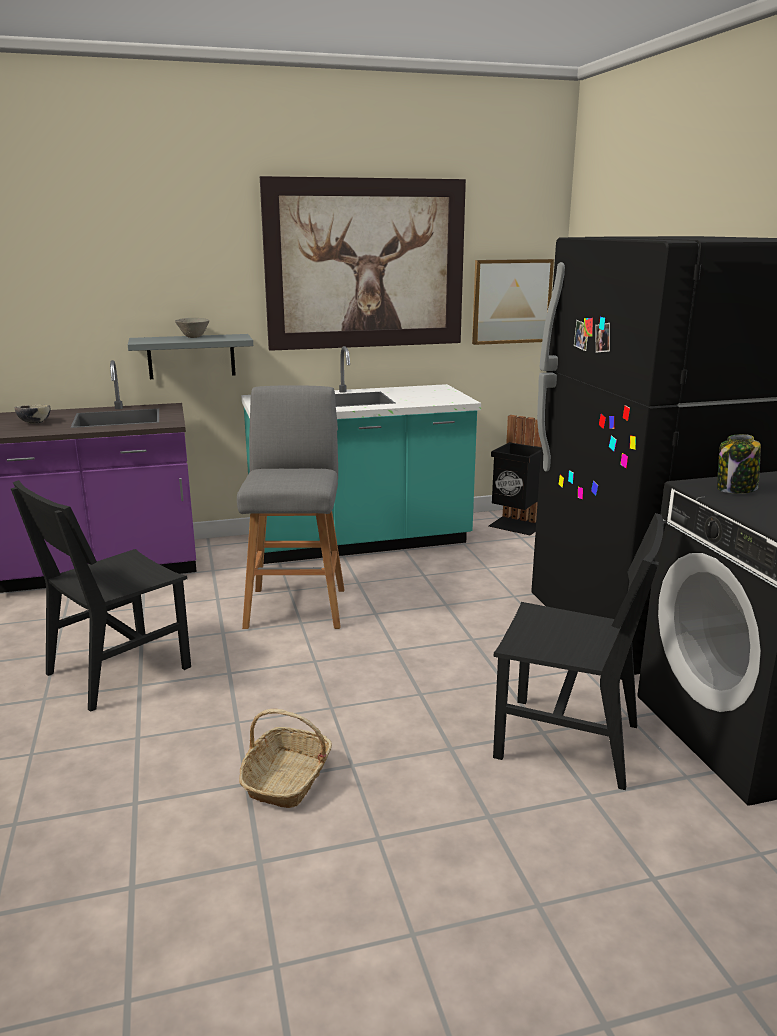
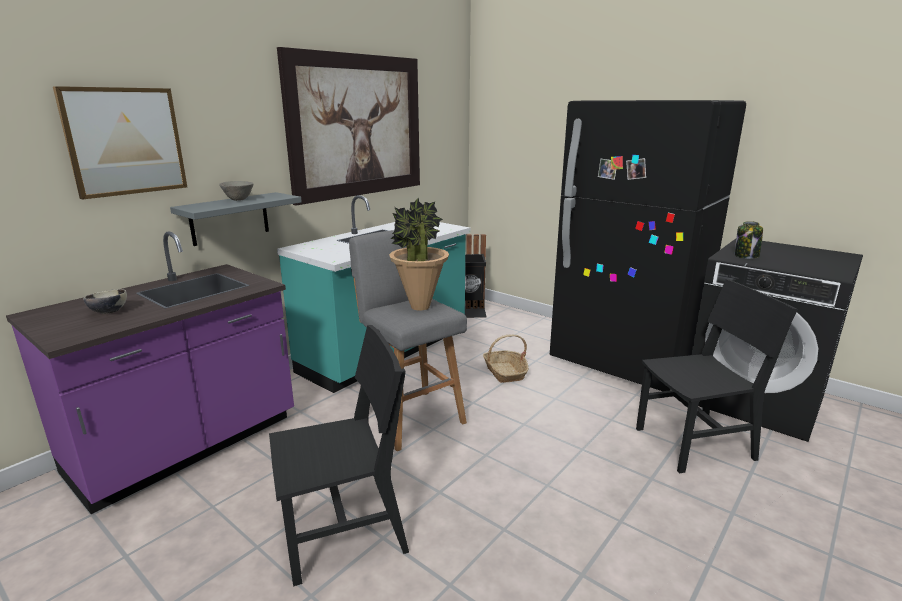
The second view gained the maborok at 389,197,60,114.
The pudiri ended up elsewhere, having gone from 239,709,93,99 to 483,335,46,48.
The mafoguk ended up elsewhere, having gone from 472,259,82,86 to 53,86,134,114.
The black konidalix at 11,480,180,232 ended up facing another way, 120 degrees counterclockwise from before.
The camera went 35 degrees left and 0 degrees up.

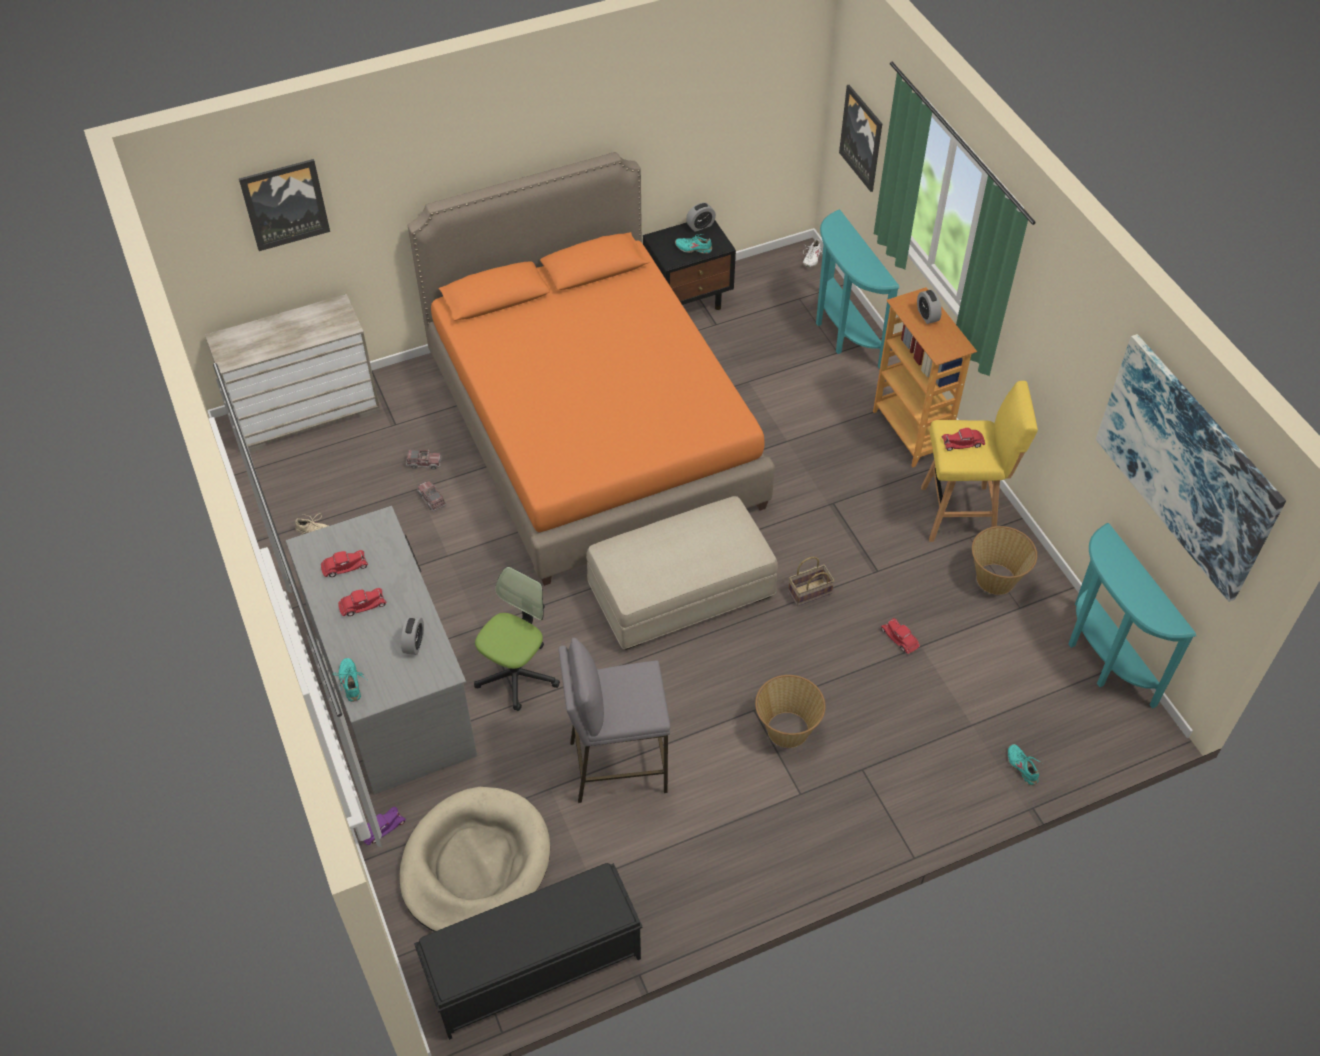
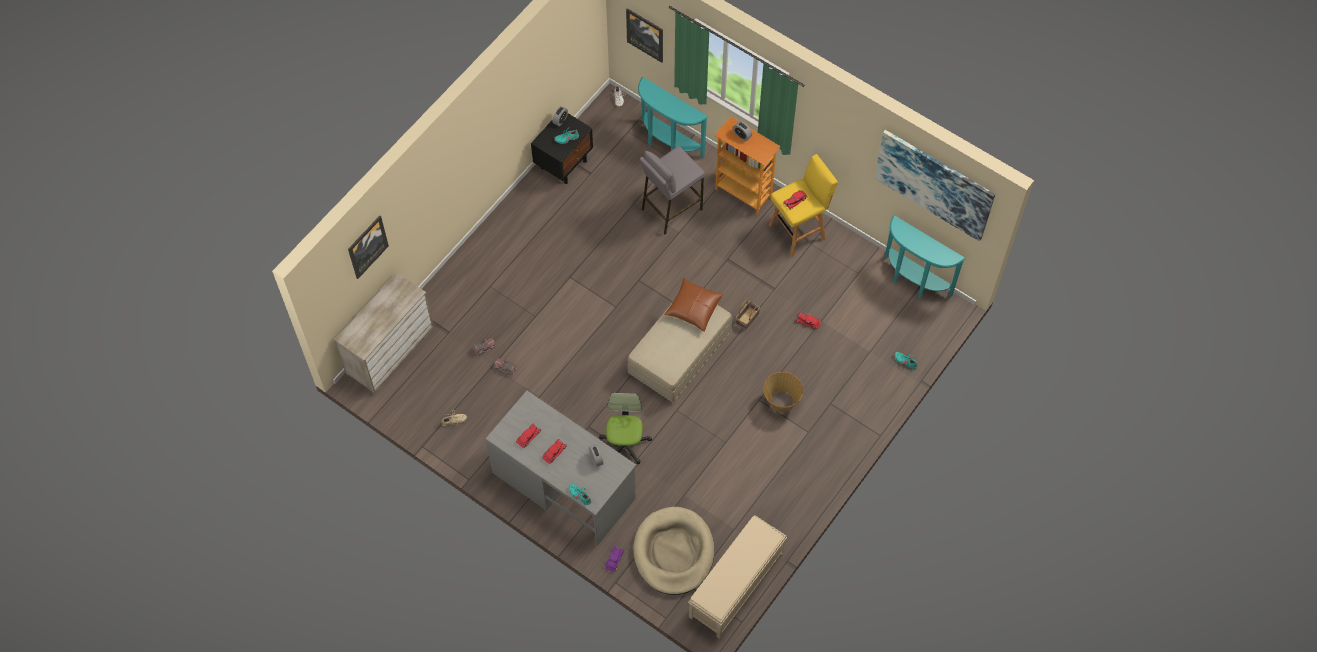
The second view lost the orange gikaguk at 408,152,367,434.
The second view lost the pudiri at 972,526,65,69.
The second view gained the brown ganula at 664,278,60,54.
The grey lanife ended up elsewhere, having gone from 558,638,112,165 to 640,146,65,89.
What was the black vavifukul at 414,863,229,177 turned into the beige vavifukul at 688,515,99,124.
The camera went 30 degrees left and 10 degrees up.

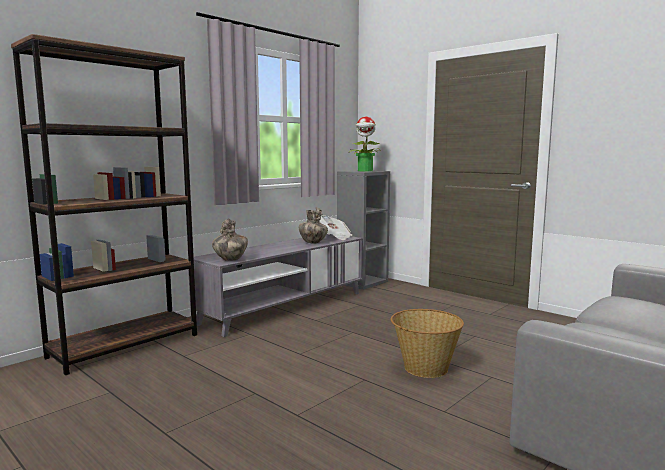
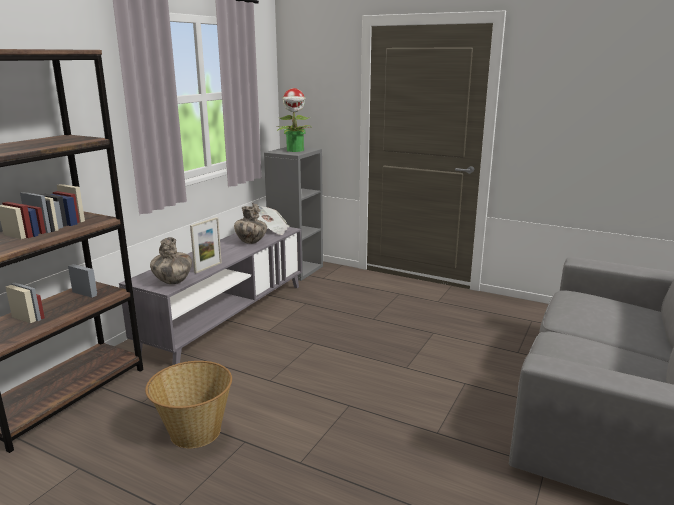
The second view gained the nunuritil at 190,217,32,56.
The pudiri ended up elsewhere, having gone from 391,309,73,69 to 145,361,87,87.
The camera went 15 degrees left and 10 degrees up.

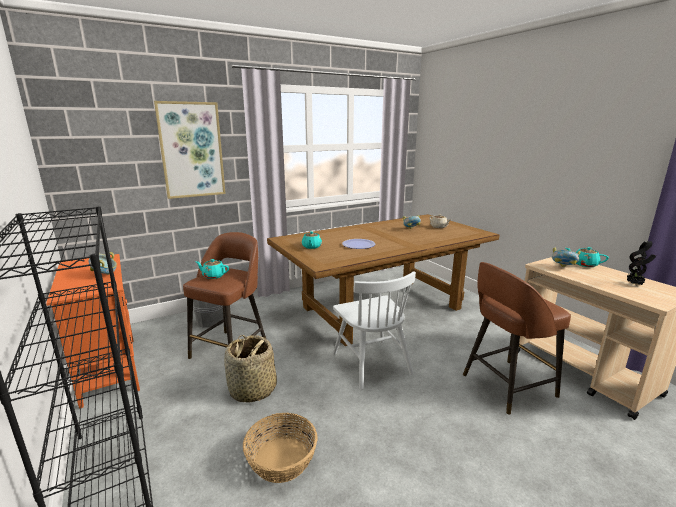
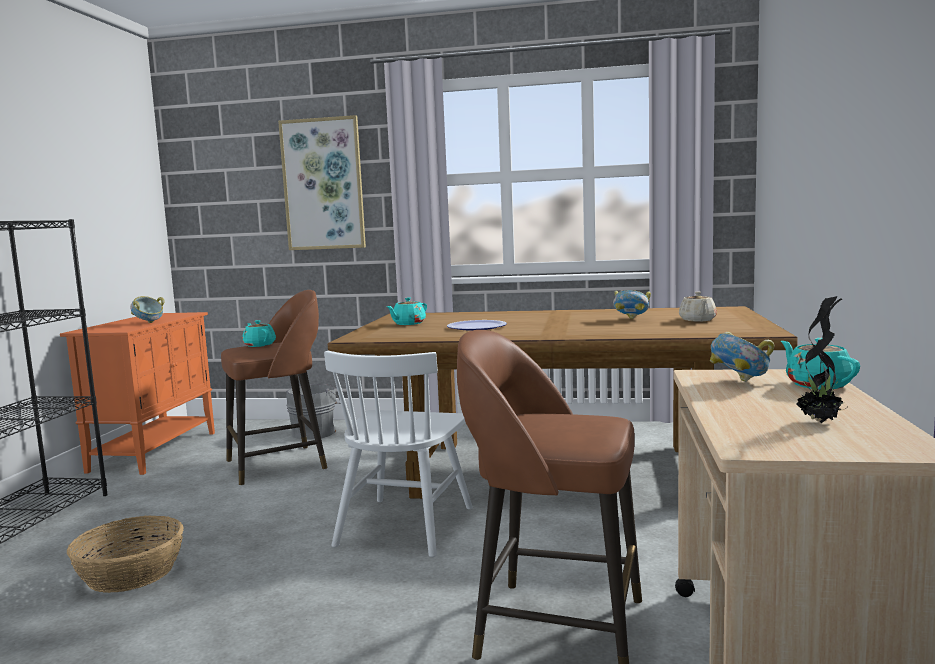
The second view lost the pudiri at 224,335,53,68.
The camera went 40 degrees right and 10 degrees down.

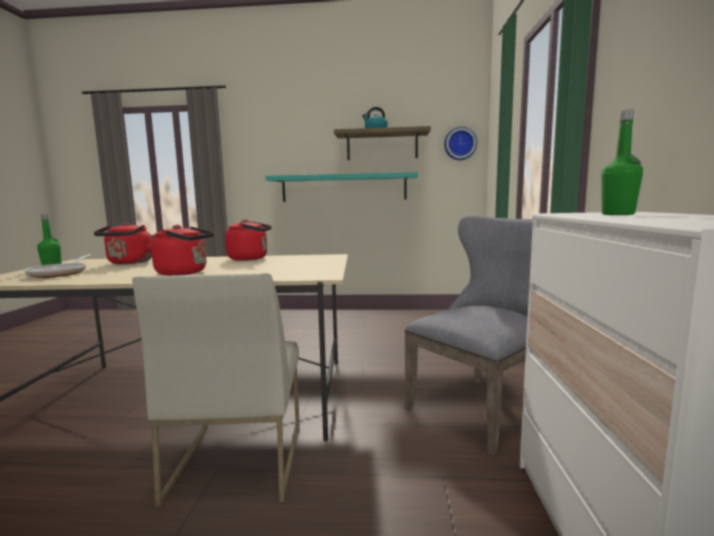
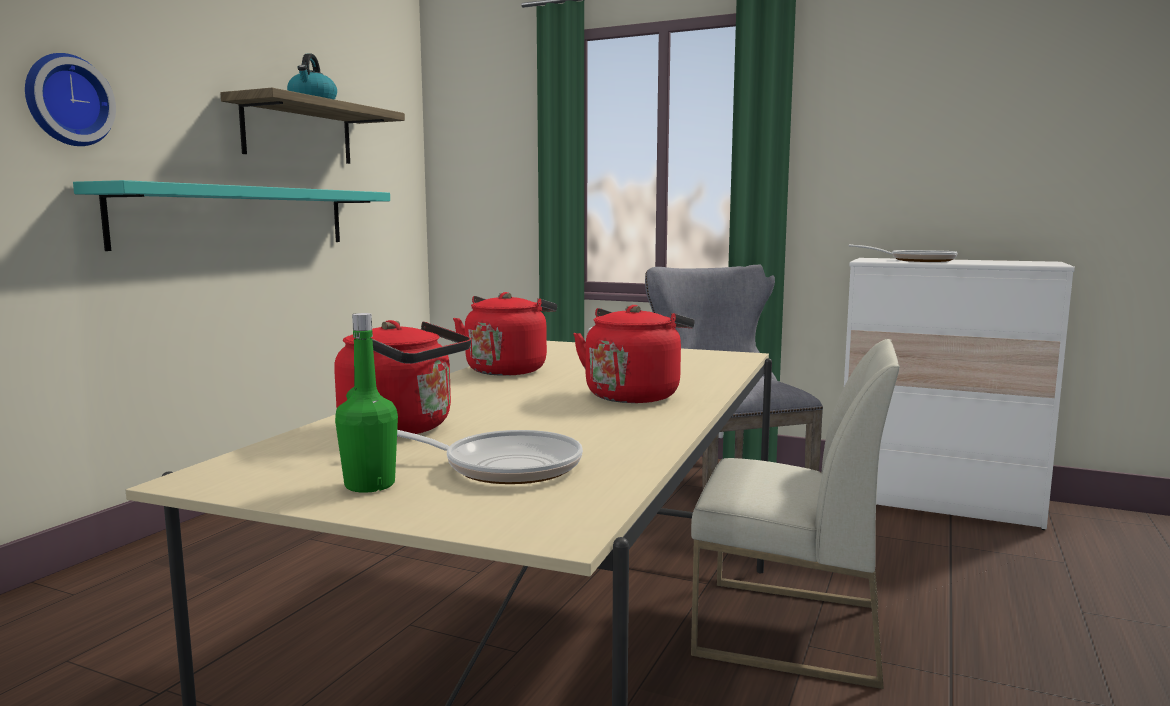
The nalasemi ended up elsewhere, having gone from 444,127,33,33 to 25,53,91,93.
Where the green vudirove stood at 601,110,42,105, the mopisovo came to stand at 848,244,110,18.
The camera went 70 degrees left and 0 degrees up.

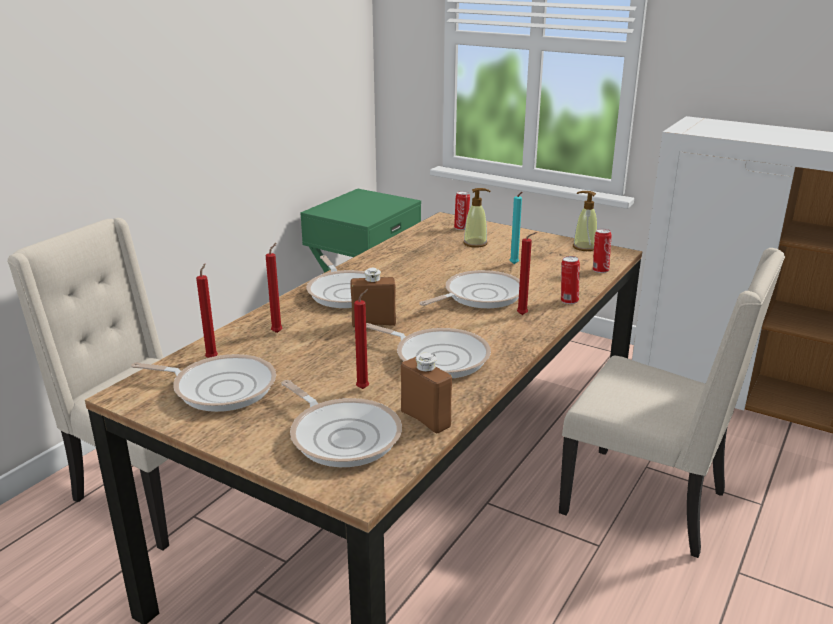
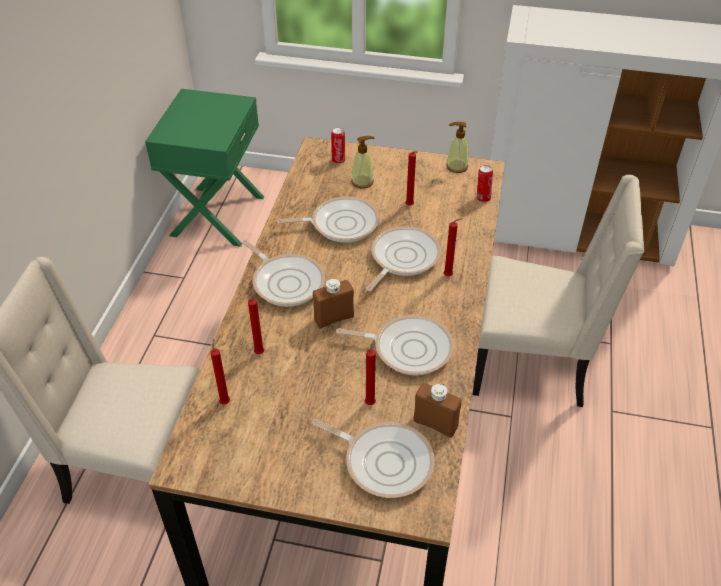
The second view lost the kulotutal at 561,256,19,48.
The mopisovo ended up elsewhere, having gone from 131,354,145,58 to 277,196,102,47.
What was the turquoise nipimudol at 510,192,12,72 turned into the red nipimudol at 406,151,11,55.
The camera went 20 degrees left and 20 degrees up.

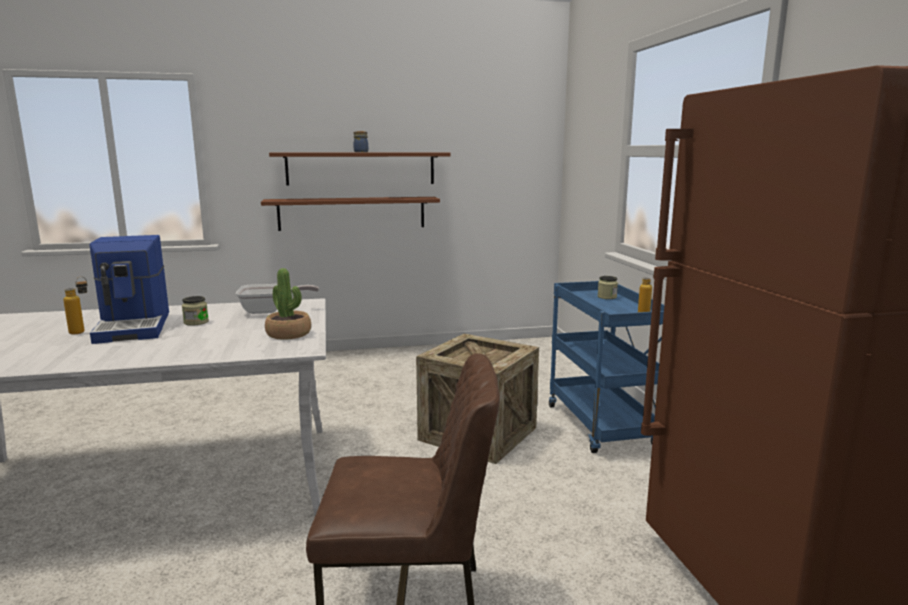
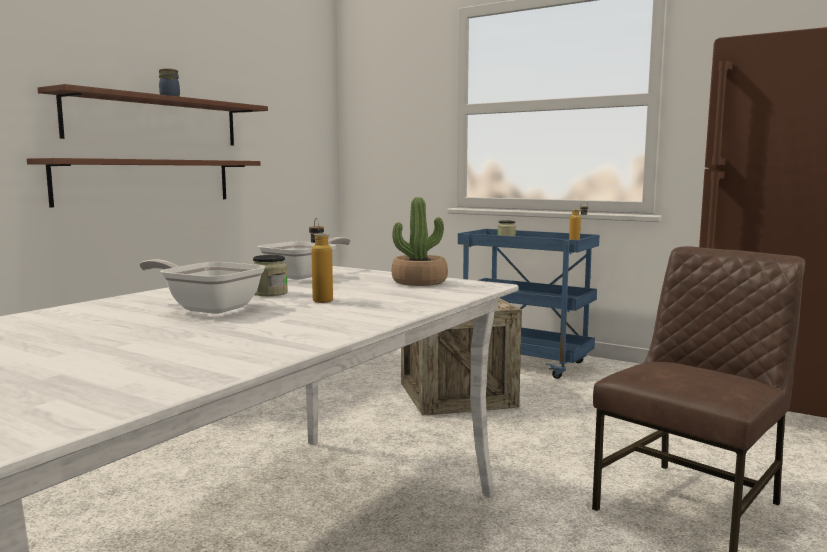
The vudirove ended up elsewhere, having gone from 63,276,24,58 to 309,218,24,85.
Where the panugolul stood at 90,235,79,109, the mopisovo came to stand at 139,259,126,55.
The camera went 45 degrees left and 5 degrees down.

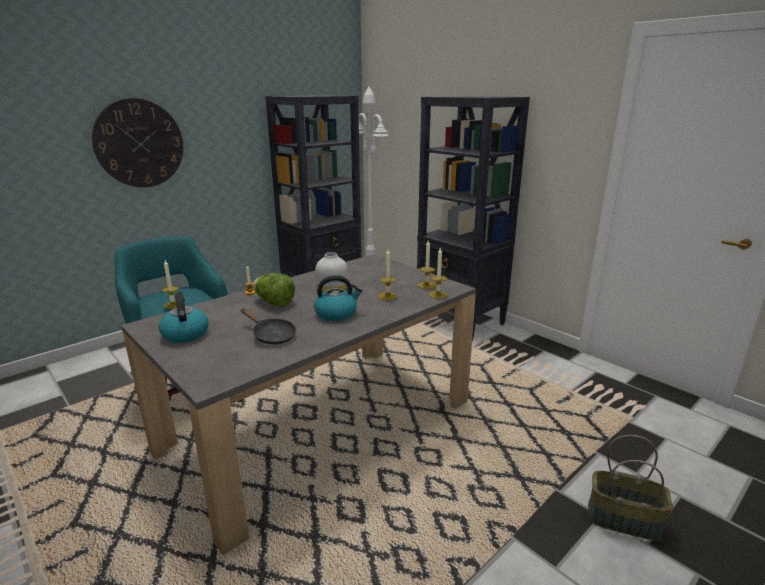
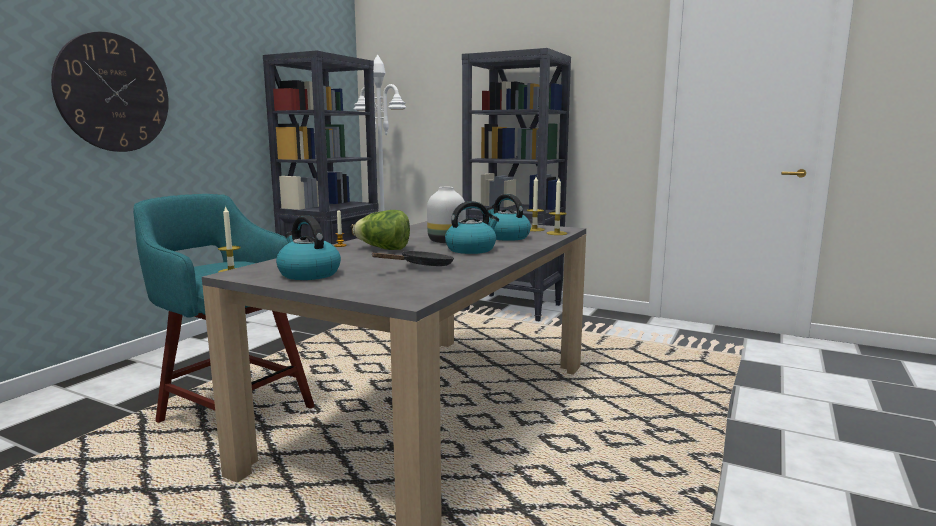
The second view lost the pudiri at 588,435,85,105.
Where the nipimudol stood at 379,250,18,50, the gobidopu came to stand at 487,194,44,47.
The black mopisovo at 241,308,55,37 ended up facing another way, 60 degrees counterclockwise from before.
The camera went 20 degrees left and 10 degrees down.

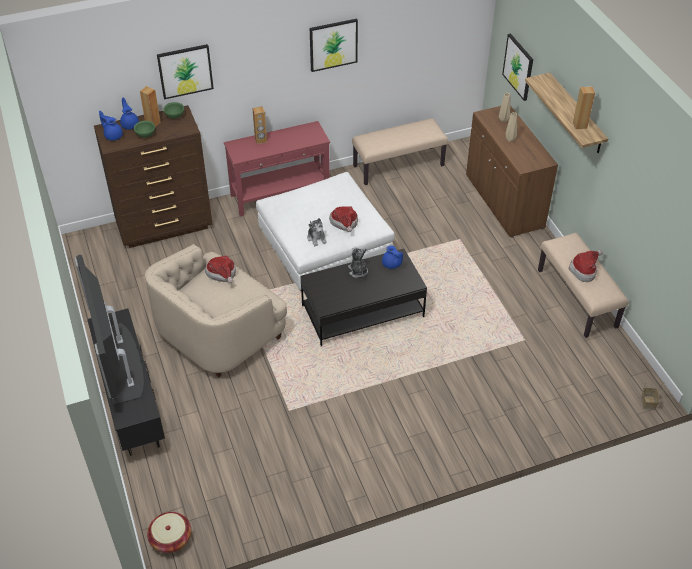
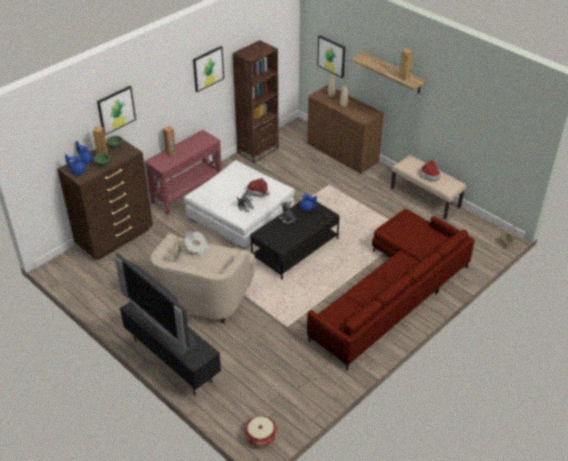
The second view gained the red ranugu at 307,209,168,161.
Where the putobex stood at 205,256,31,27, the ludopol came to stand at 184,232,26,25.
Where the beige vavifukul stood at 352,118,96,67, the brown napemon came to stand at 233,40,46,123.
The camera went 25 degrees left and 5 degrees down.

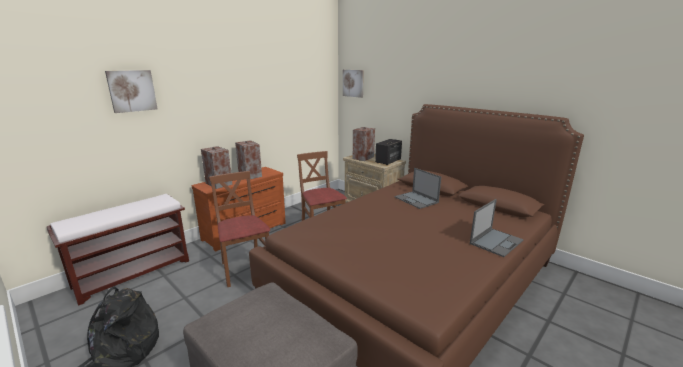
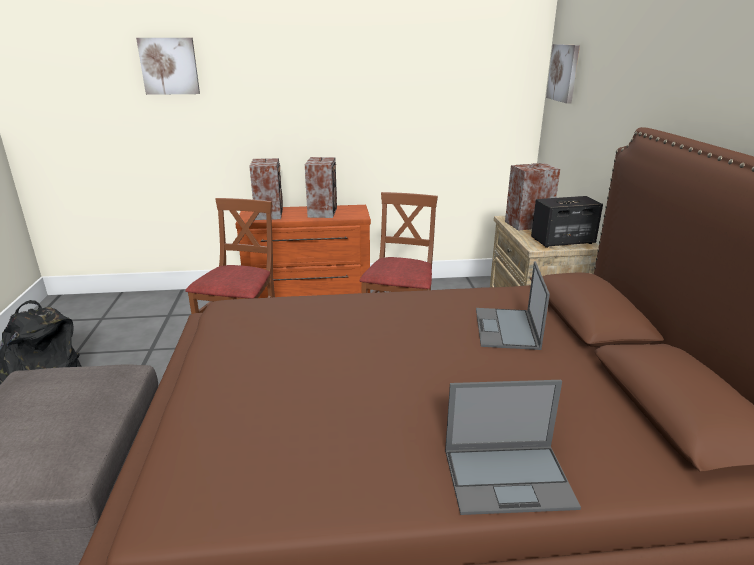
The second view lost the brown vavifukul at 47,194,142,112.
The camera went 40 degrees right and 5 degrees up.

